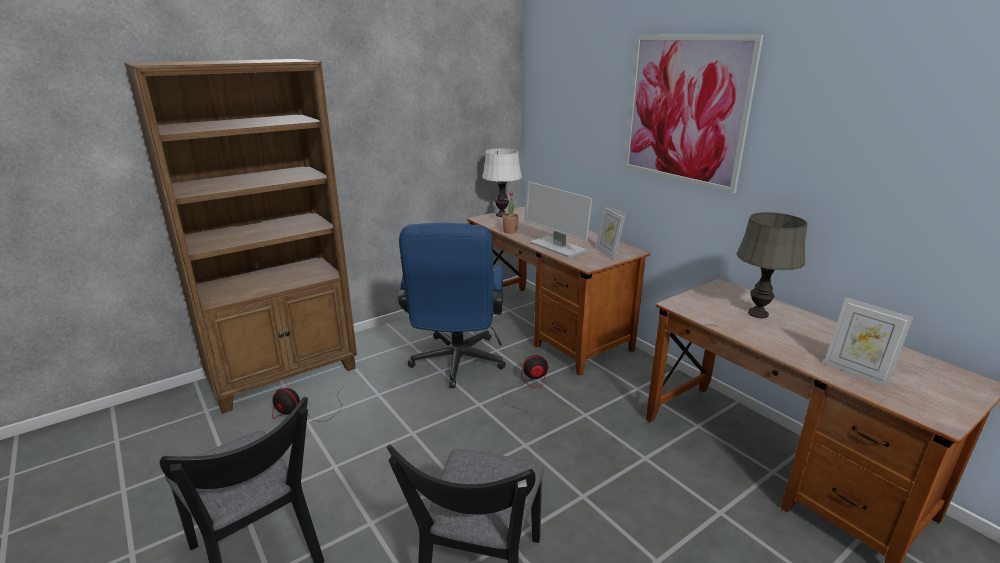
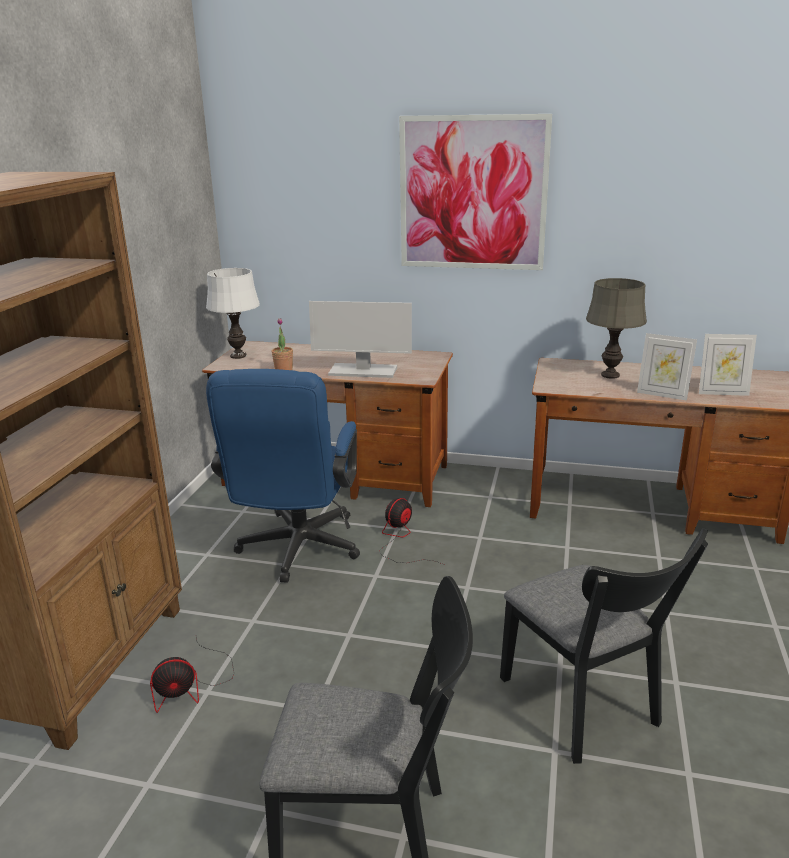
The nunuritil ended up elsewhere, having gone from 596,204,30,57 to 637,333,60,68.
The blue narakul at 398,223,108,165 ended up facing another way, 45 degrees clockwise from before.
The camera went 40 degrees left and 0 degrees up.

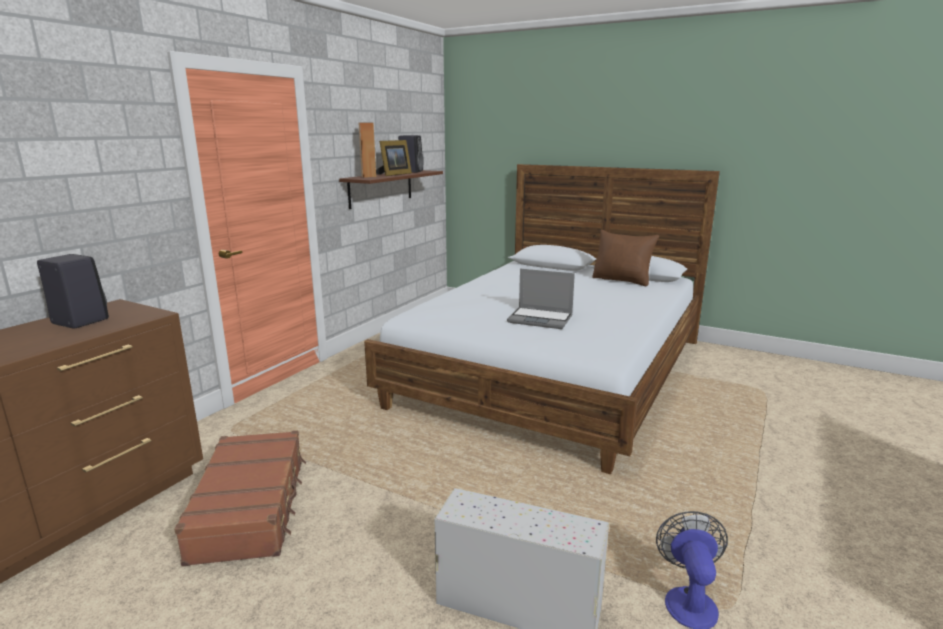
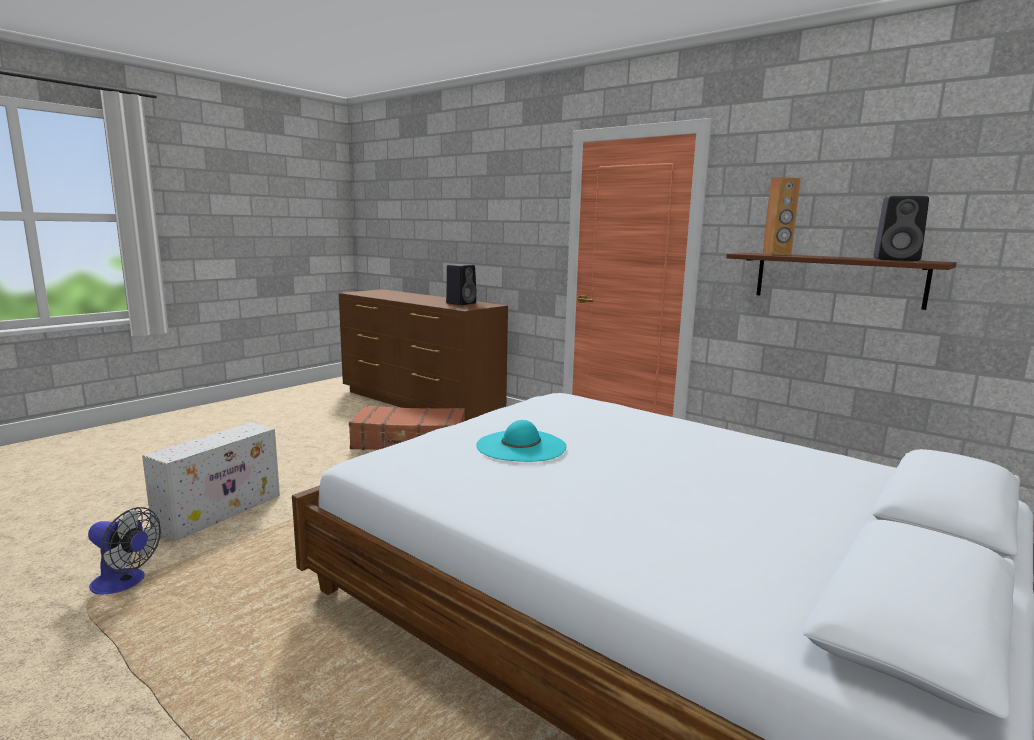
The second view lost the nunuritil at 376,140,36,36.
The second view lost the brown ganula at 592,230,67,56.
Where the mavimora stood at 507,269,68,60, the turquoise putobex came to stand at 476,420,91,42.
The camera went 100 degrees right and 5 degrees down.

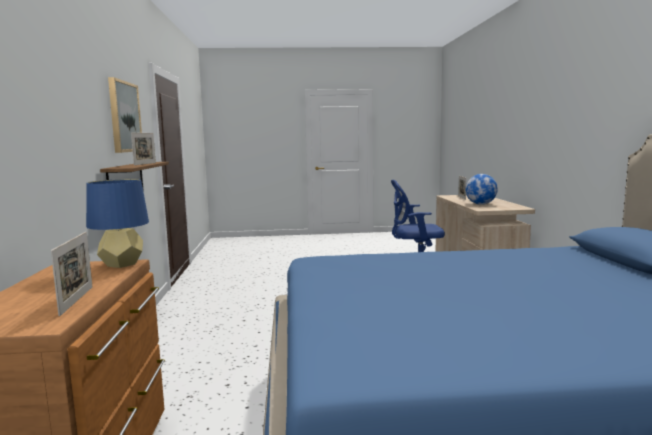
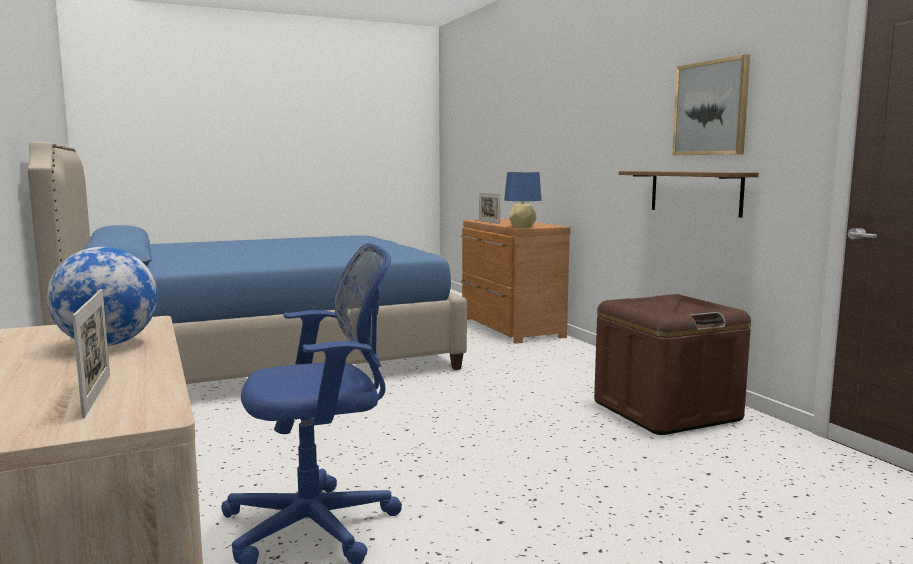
The second view lost the nunuritil at 131,133,25,32.
The second view gained the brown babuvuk at 594,294,157,141.
The camera went 160 degrees right and 0 degrees up.

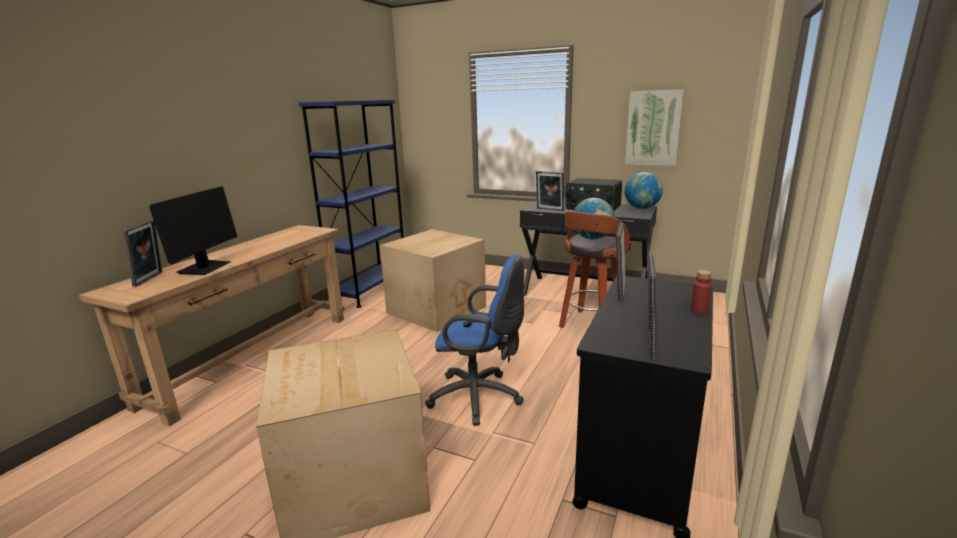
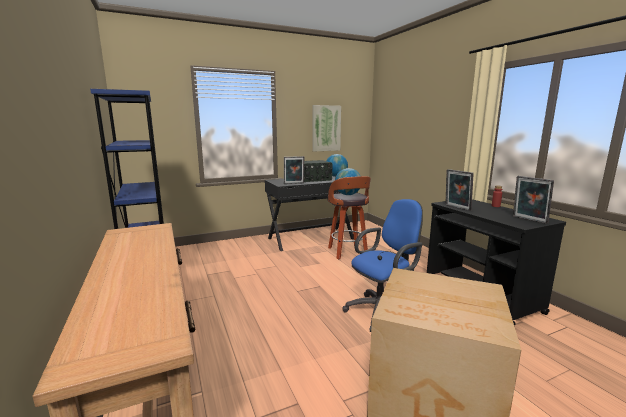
The second view lost the nunuritil at 123,220,39,67.
The second view lost the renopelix at 149,186,89,89.
The second view lost the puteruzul at 380,229,106,103.
The camera went 50 degrees left and 5 degrees down.

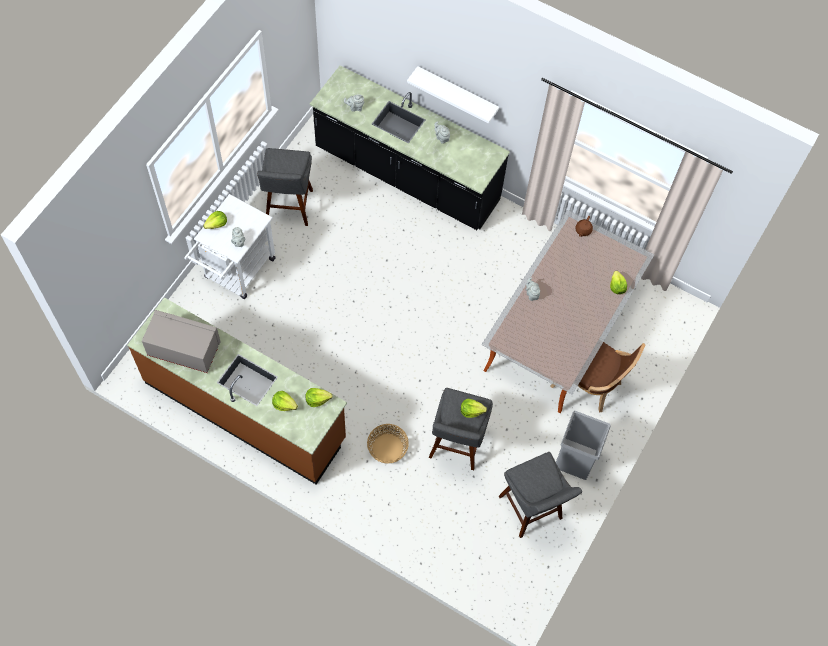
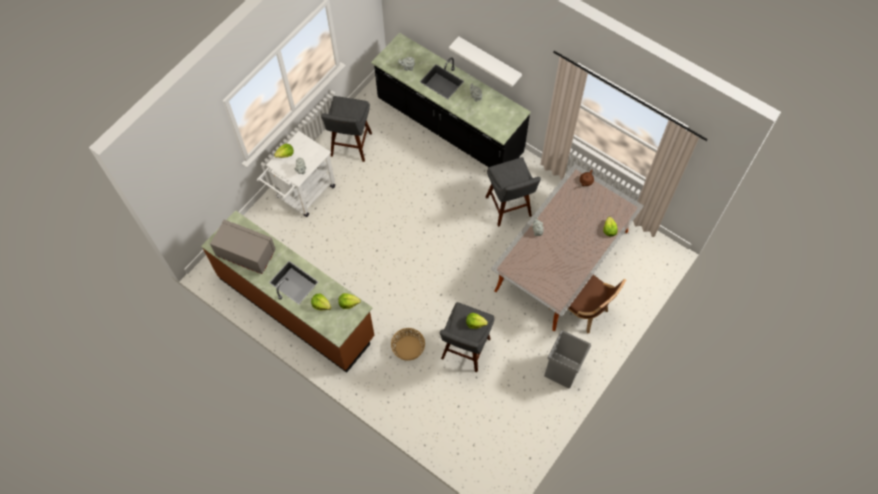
The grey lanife ended up elsewhere, having gone from 499,452,83,86 to 486,157,55,70.
The camera went 10 degrees right and 0 degrees up.

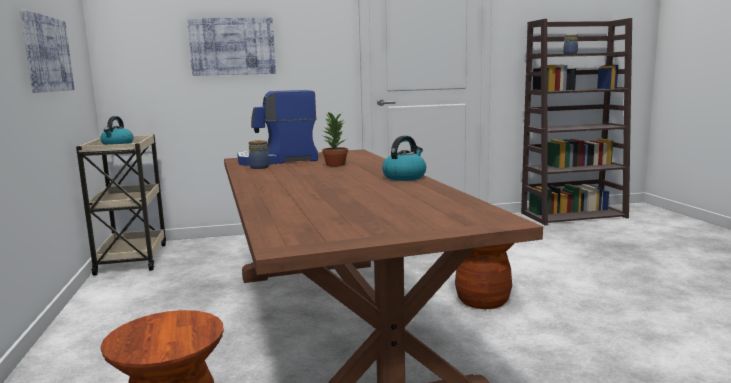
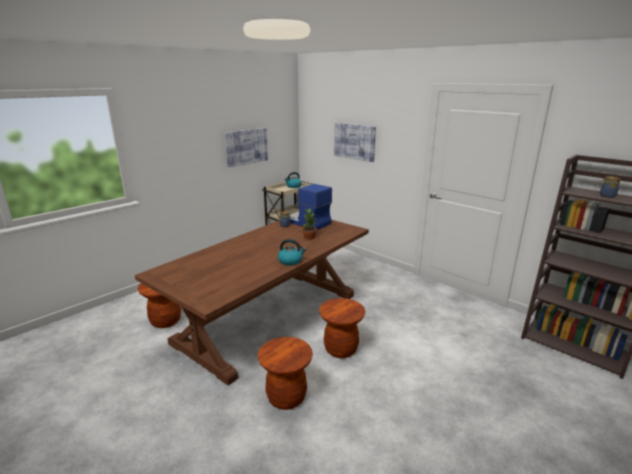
The second view gained the brown lanife at 258,337,55,73.
The camera went 55 degrees right and 10 degrees up.

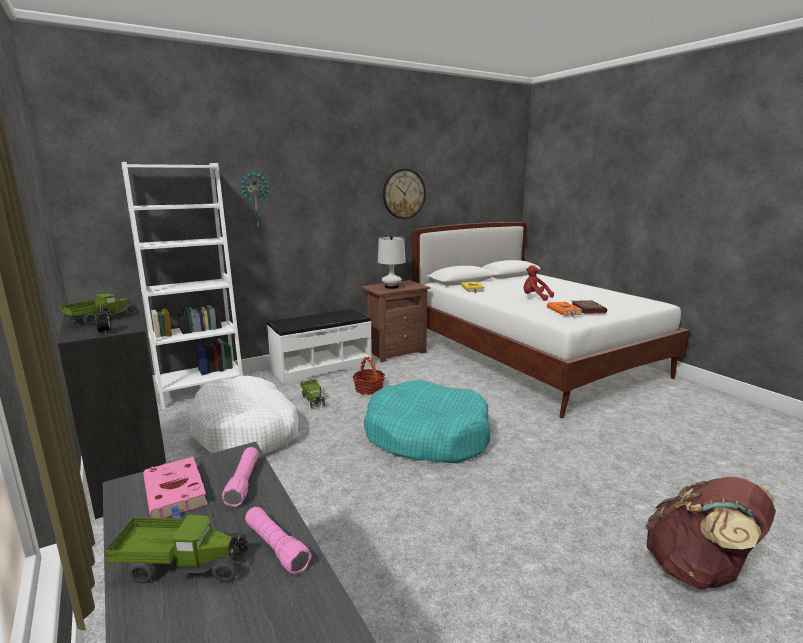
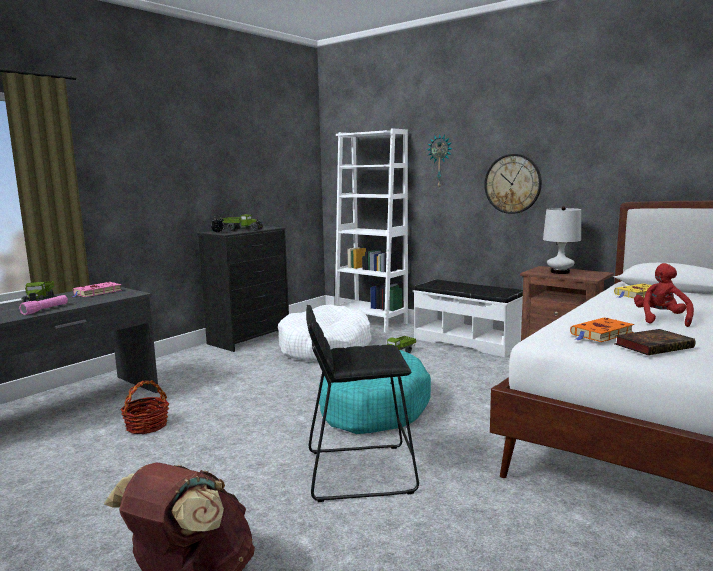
The second view lost the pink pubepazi at 222,447,37,60.
The second view gained the black lanife at 306,305,113,197.
The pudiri ended up elsewhere, having gone from 353,357,32,38 to 120,380,49,54.
The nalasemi ended up elsewhere, having gone from 383,169,43,50 to 484,154,58,60.
The camera went 70 degrees right and 5 degrees down.

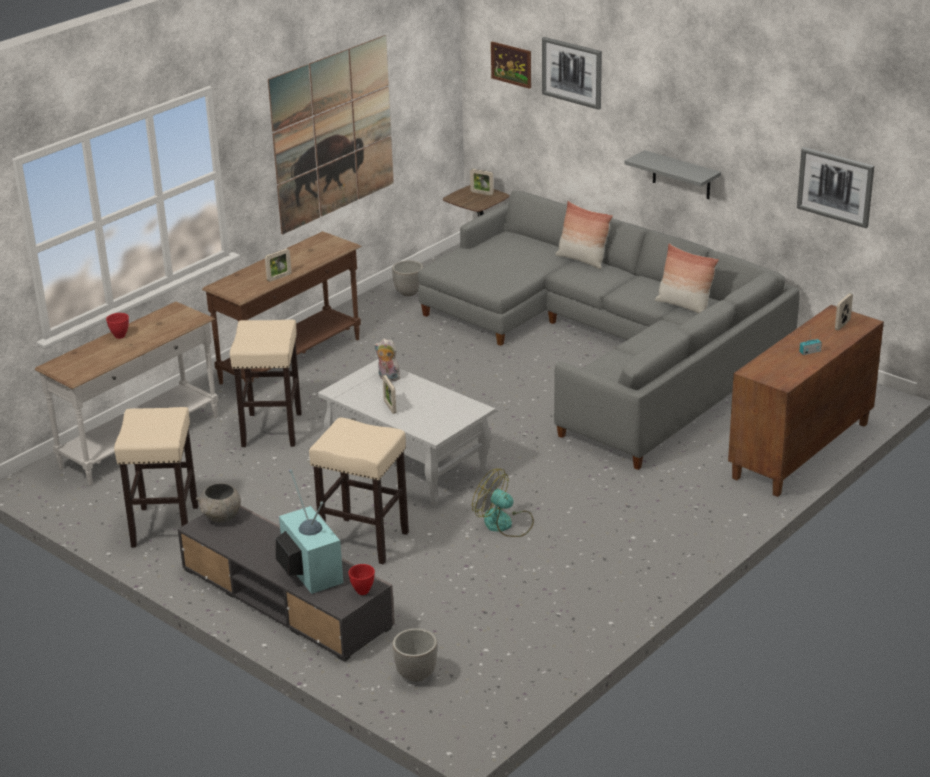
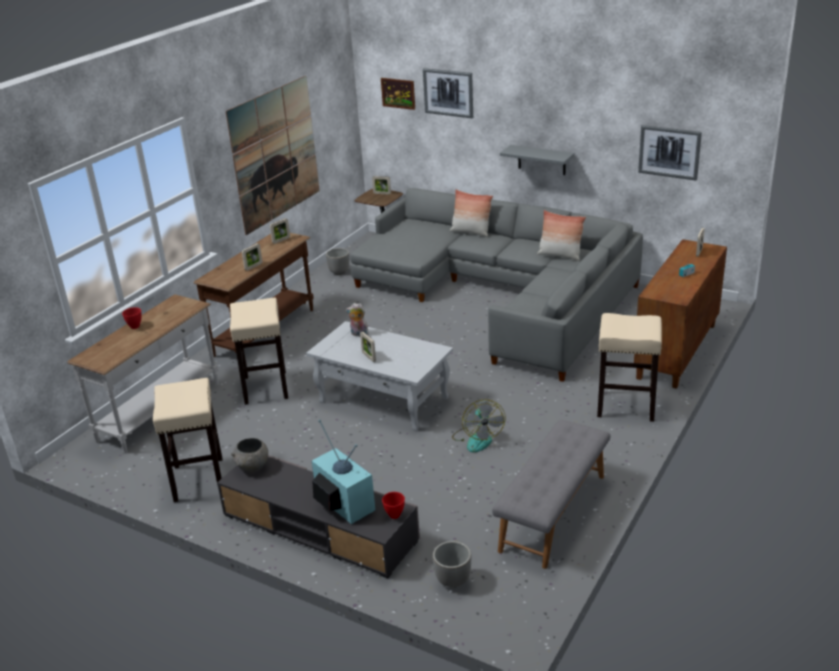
The second view gained the nunuritil at 270,218,20,26.
The second view gained the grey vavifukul at 492,419,119,150.
The beige lanife ended up elsewhere, having gone from 309,417,100,148 to 597,313,65,109.
The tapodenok at 472,469,62,68 ended up facing another way, 120 degrees counterclockwise from before.
The camera went 10 degrees left and 0 degrees up.

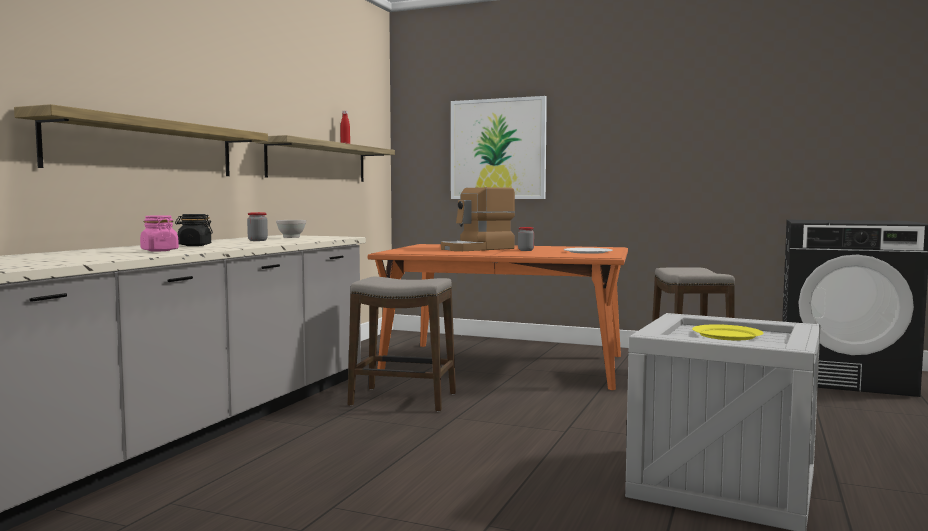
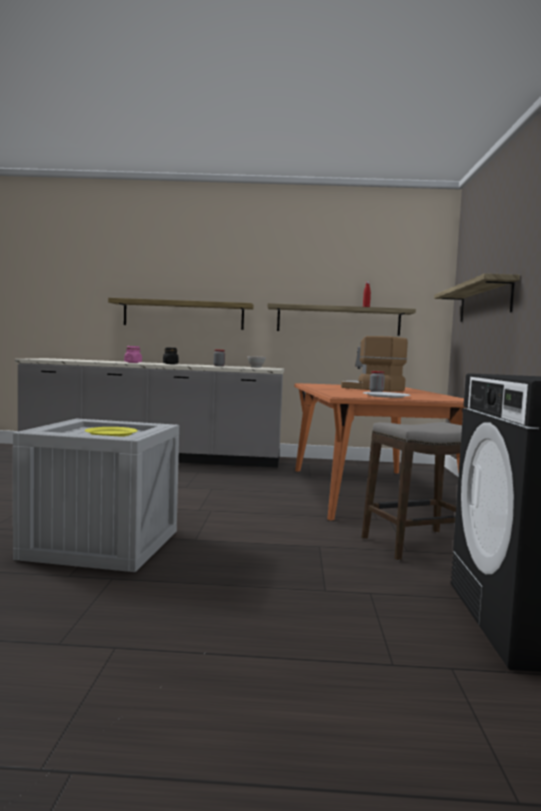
The second view lost the lanife at 348,277,108,135.
Where the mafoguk hung at 451,96,96,103, the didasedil came to hang at 434,273,86,49.
The camera went 70 degrees right and 0 degrees up.

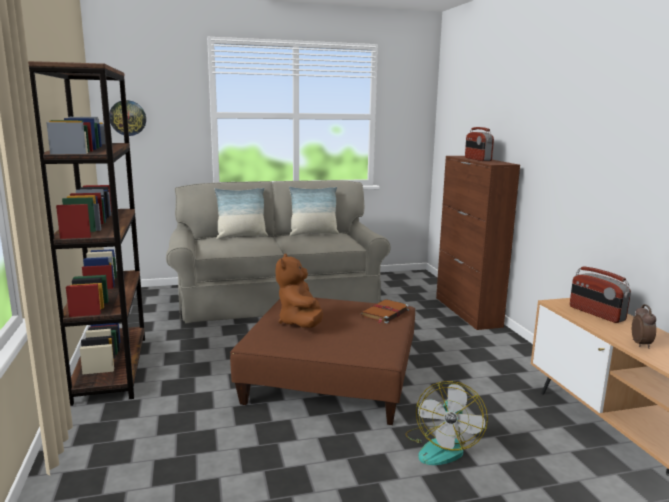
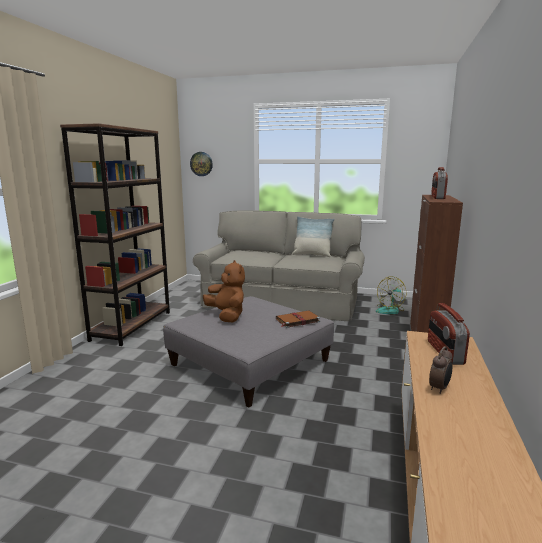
The second view lost the ganula at 214,188,54,51.
The tapodenok ended up elsewhere, having gone from 405,381,83,84 to 376,277,30,37.
What was the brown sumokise at 230,297,185,128 turned into the grey sumokise at 163,296,171,111.
The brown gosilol at 275,254,48,74 ended up facing another way, 120 degrees clockwise from before.
The camera went 30 degrees right and 0 degrees up.

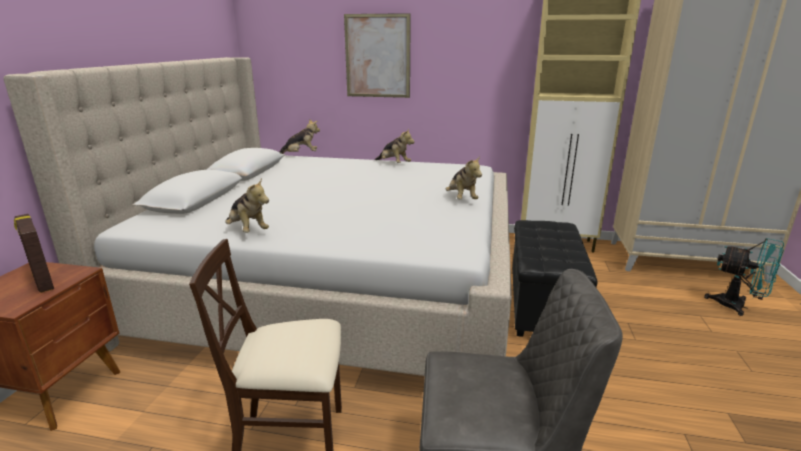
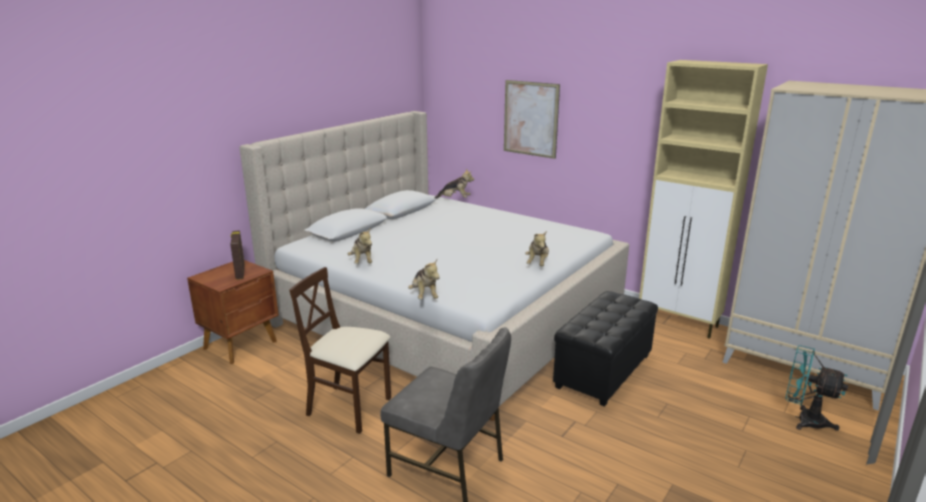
The gosilol ended up elsewhere, having gone from 375,128,40,35 to 408,259,32,41.
The turquoise tapodenok at 704,238,80,78 ended up facing another way, 150 degrees clockwise from before.
The camera went 25 degrees right and 0 degrees up.

